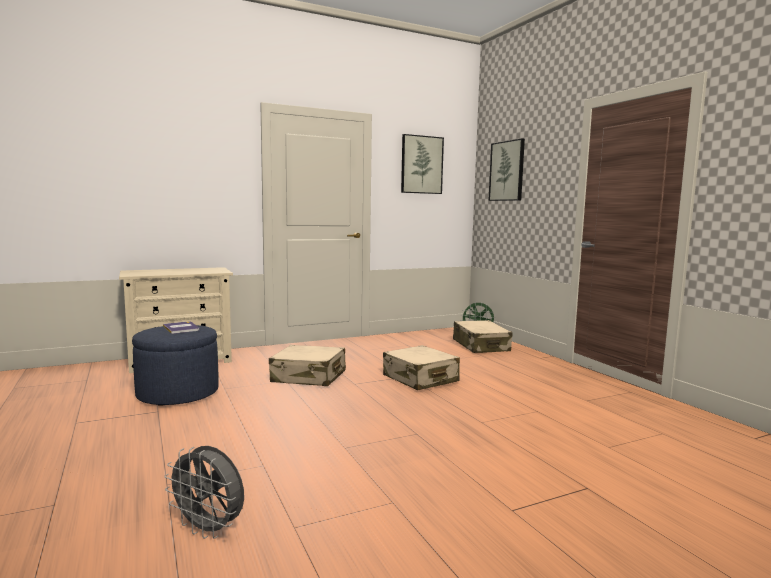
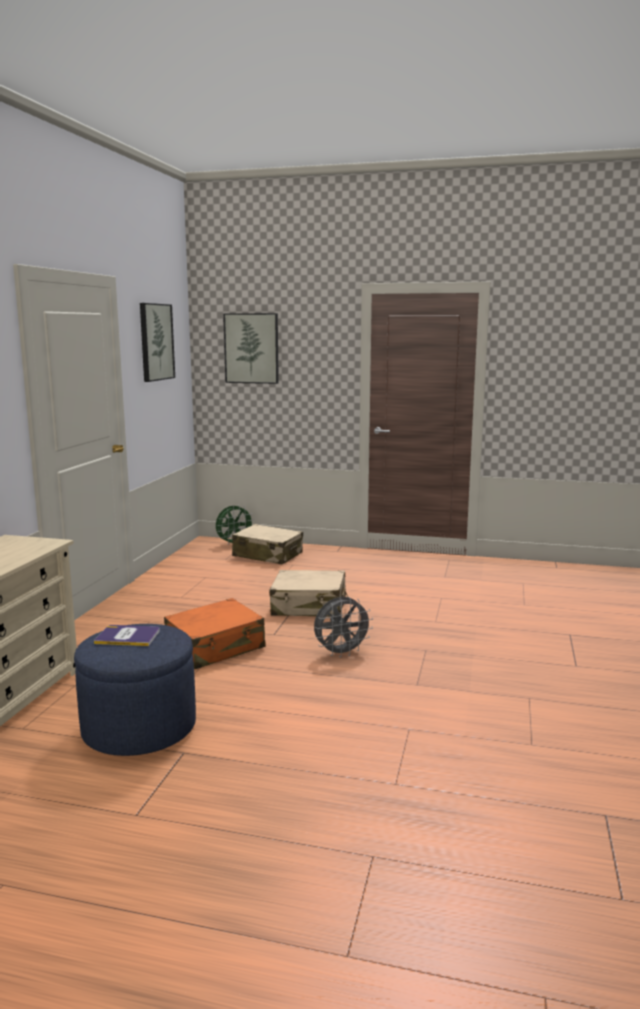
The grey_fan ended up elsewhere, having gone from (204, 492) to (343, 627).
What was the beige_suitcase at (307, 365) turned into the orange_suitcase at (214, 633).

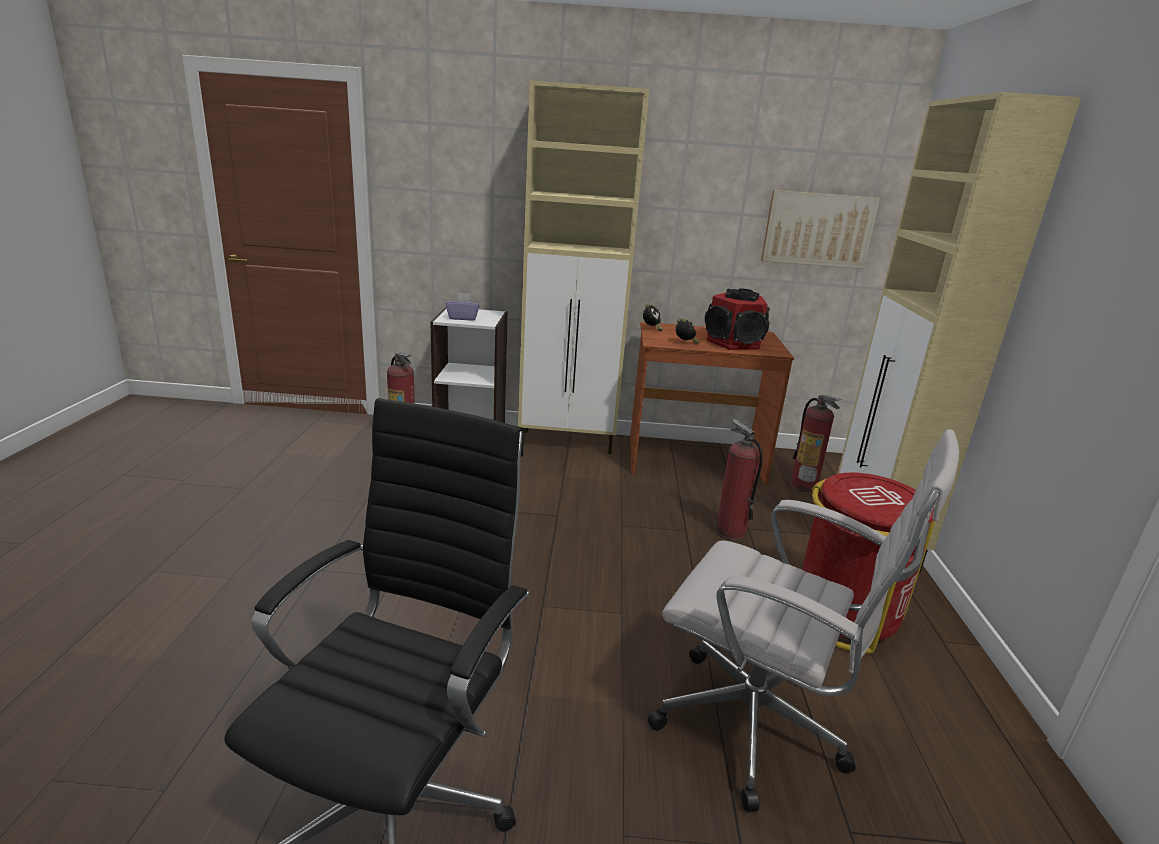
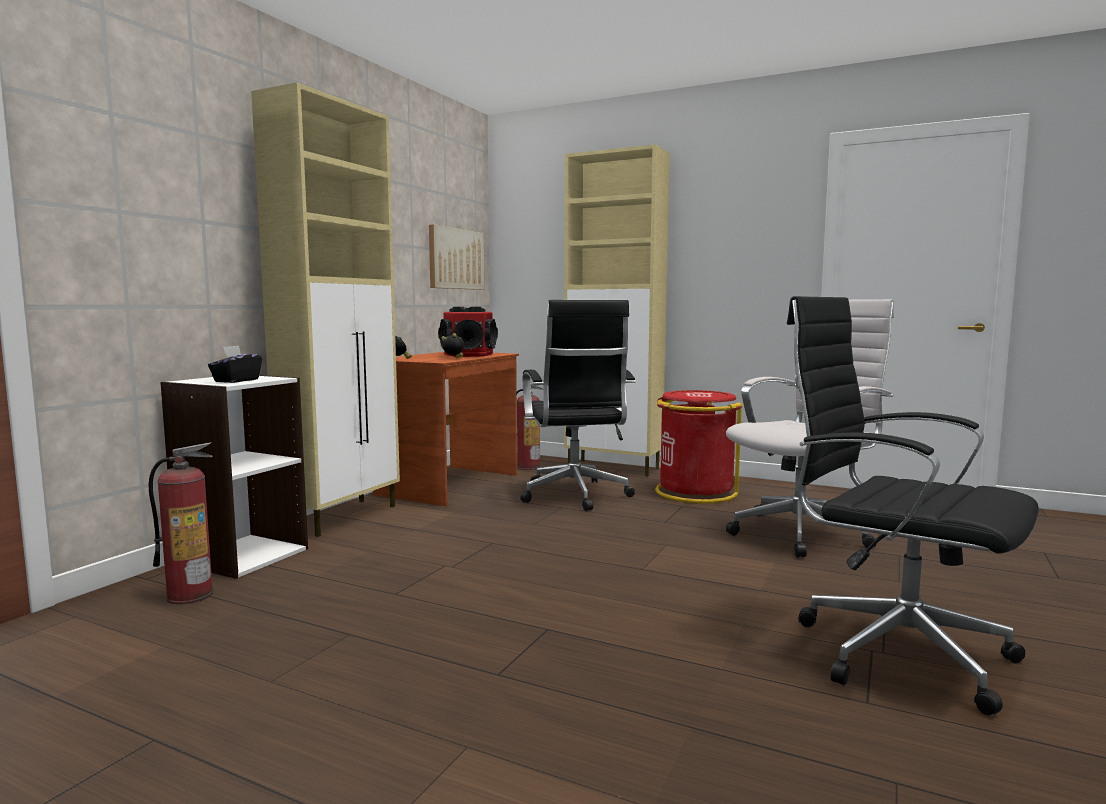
What was the purple_tissue_box at (463, 307) turned into the black_tissue_box at (235, 364).
Where the fire_extinguisher stood at (739, 480), the black_office_chair came to stand at (577, 405).

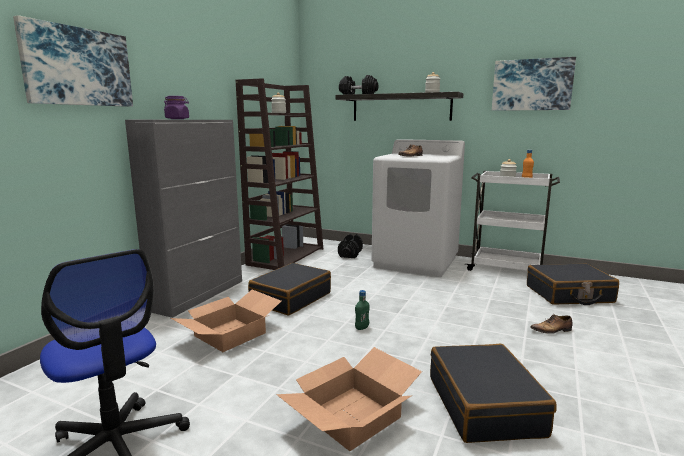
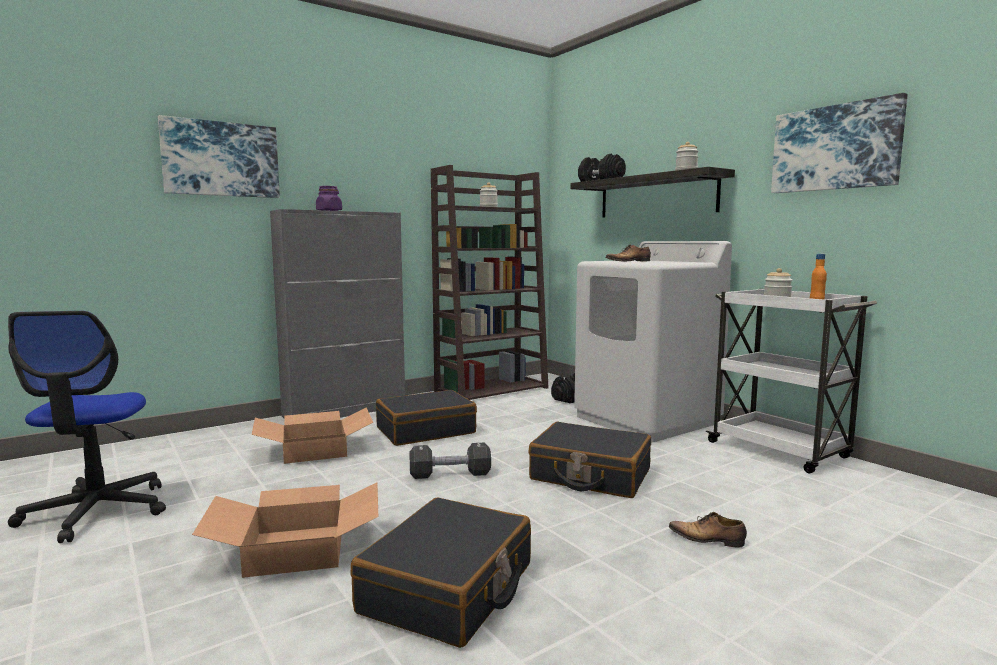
Where the green_bottle stood at (362, 310), the black_dumbbell came to stand at (450, 460).
The black_suitcase ended up elsewhere, having gone from (573, 284) to (589, 460).

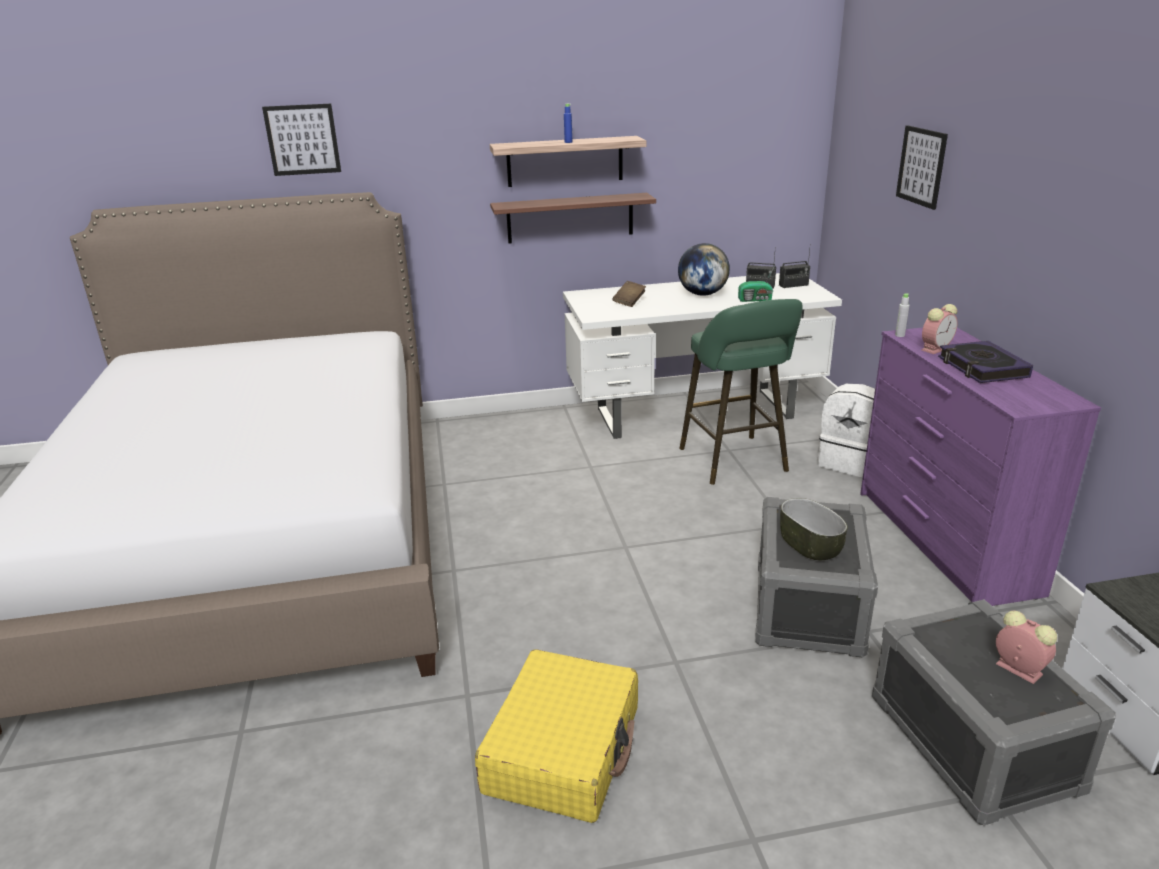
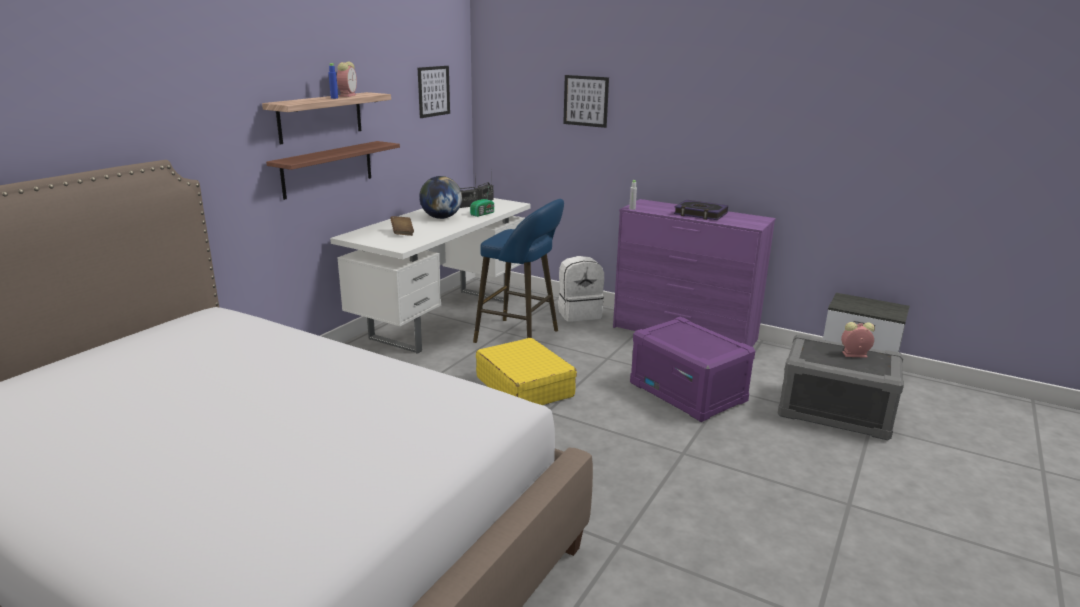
The picture ended up elsewhere, having gone from (301, 140) to (434, 92).
The yellow_suitcase ended up elsewhere, having gone from (556, 736) to (526, 371).
What was the green_stool at (741, 392) turned into the blue_stool at (518, 271).
What was the grey_storage_box at (816, 577) turned into the purple_storage_box at (692, 369).
The second view lost the bowl at (814, 529).
The alarm_clock ended up elsewhere, having gone from (939, 329) to (347, 79).

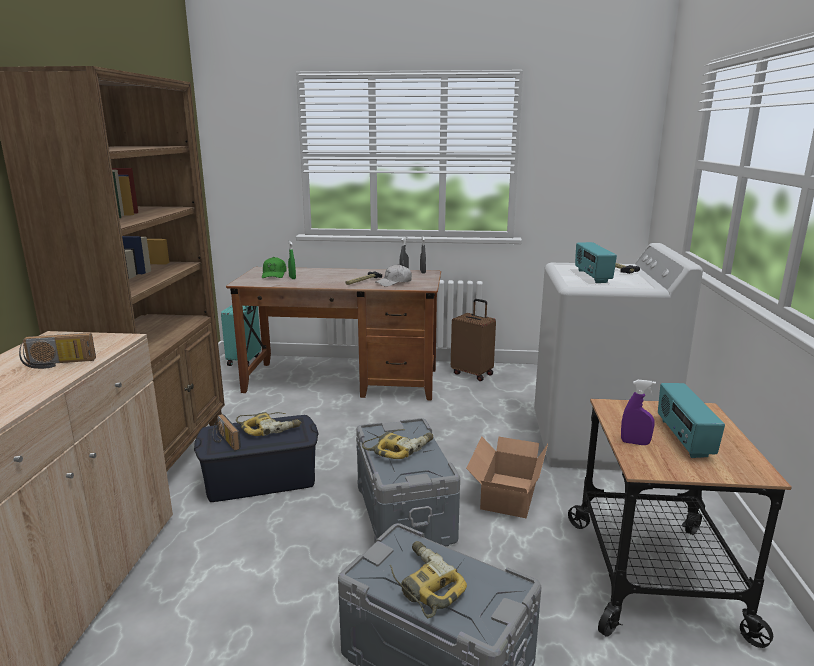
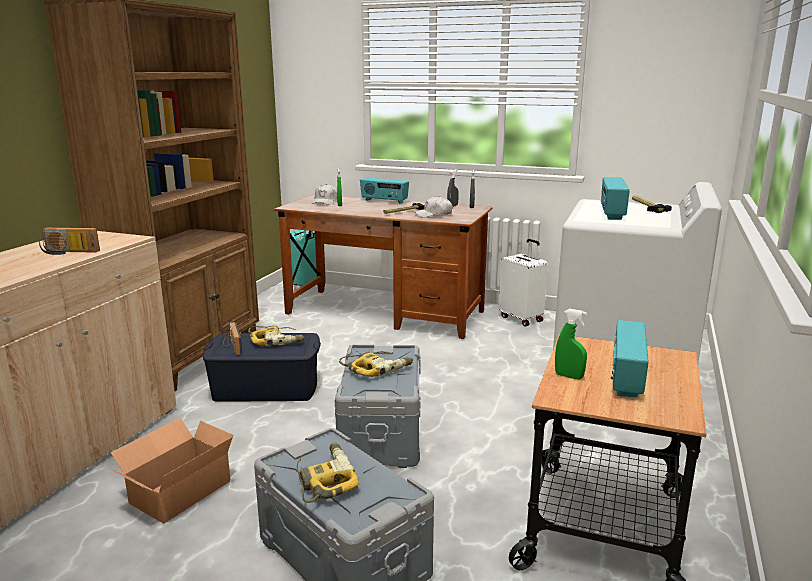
What was the green_cap at (274, 267) turned into the white_cap at (324, 194).
What was the brown_suitcase at (473, 340) turned into the white_suitcase at (523, 282).
The cardboard_box ended up elsewhere, having gone from (507, 477) to (172, 470).
What was the purple_spray_bottle at (638, 412) turned into the green_spray_bottle at (571, 344).
The second view gained the radio at (384, 191).

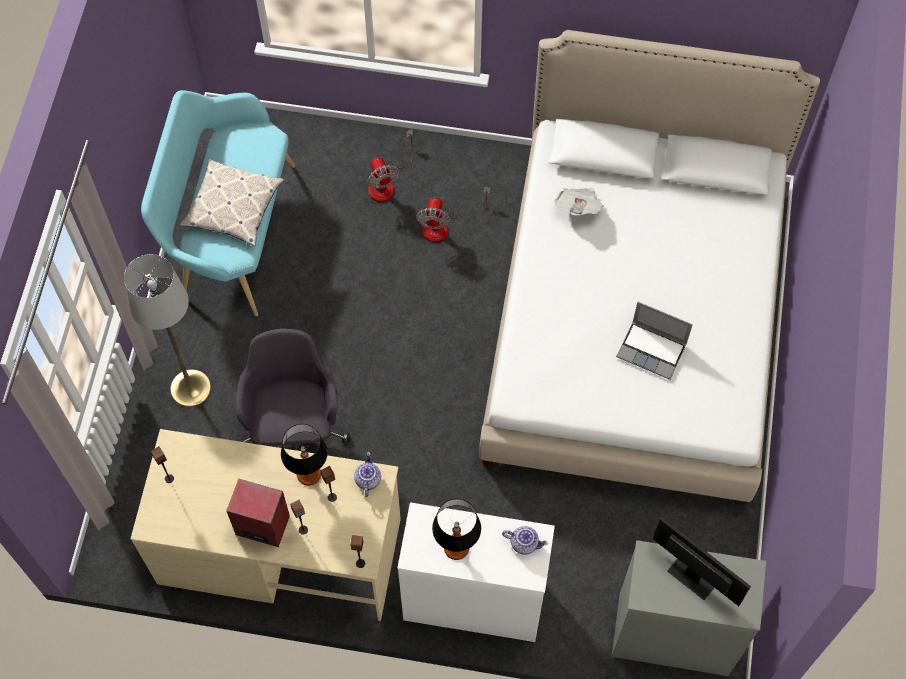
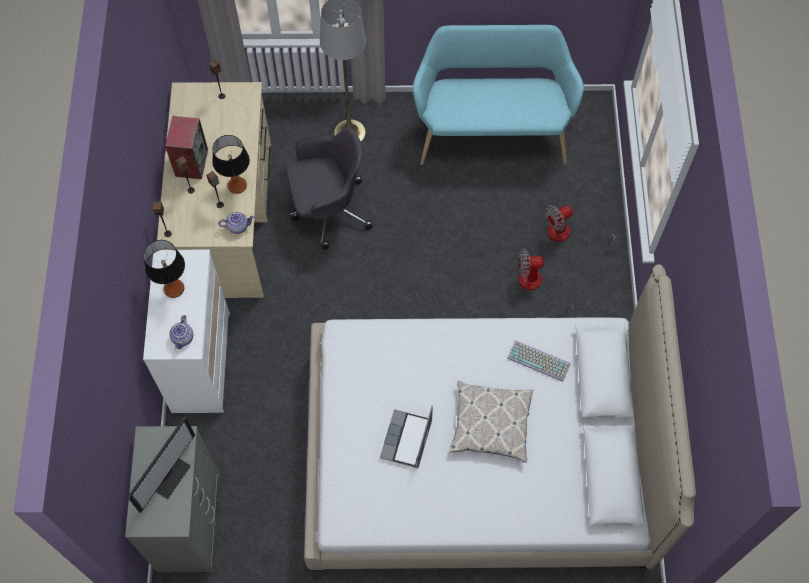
The pillow ended up elsewhere, having gone from (232, 202) to (491, 422).
Where the newspaper stood at (579, 201), the keyboard came to stand at (539, 361).

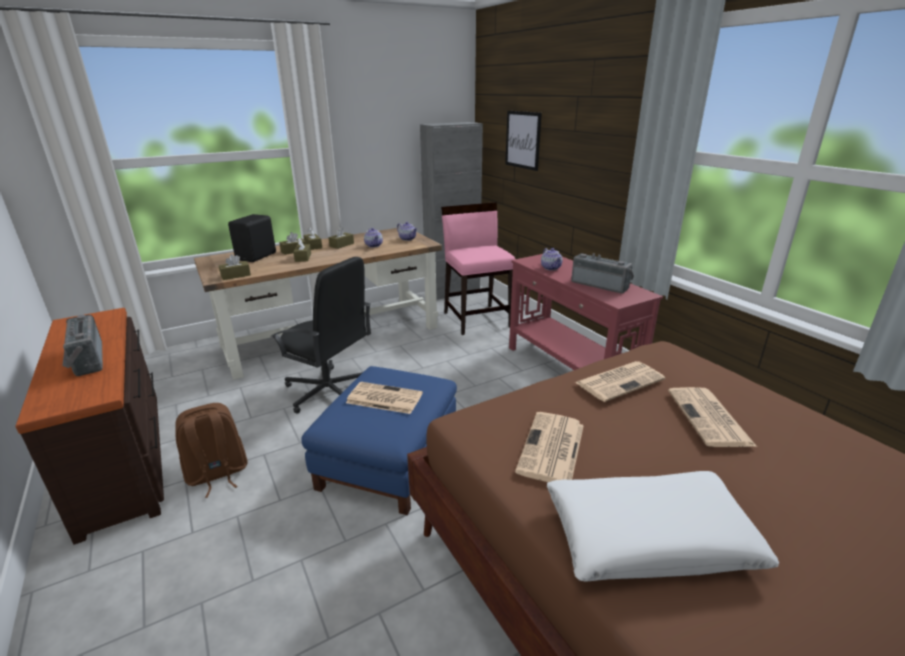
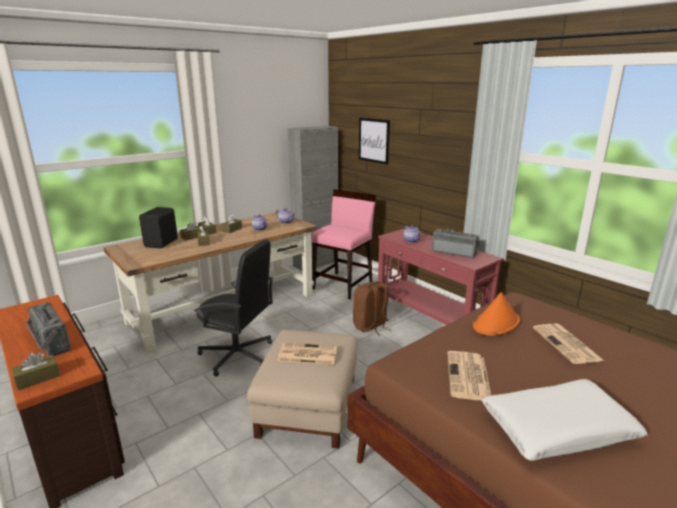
The brown_backpack ended up elsewhere, having gone from (212, 450) to (372, 308).
The brown_tissue_box ended up elsewhere, having gone from (235, 267) to (36, 371).
What was the blue_ottoman at (379, 440) turned into the beige_ottoman at (302, 389).
The pink_chair at (478, 268) ended up facing another way, 60 degrees clockwise from before.
Where the newspaper stood at (620, 381), the orange_hat came to stand at (496, 313).

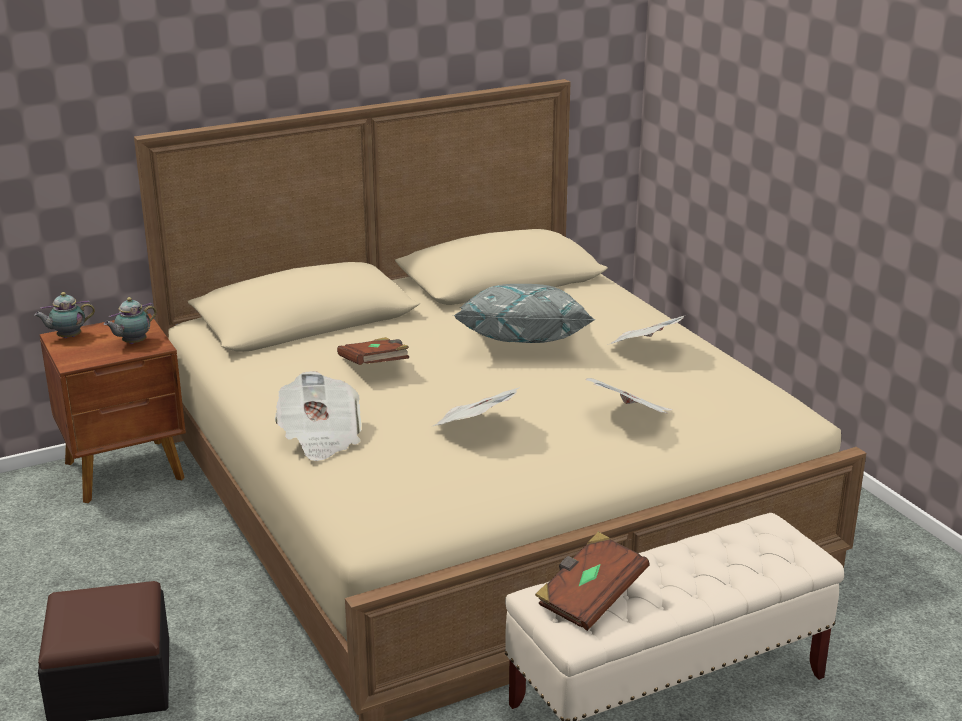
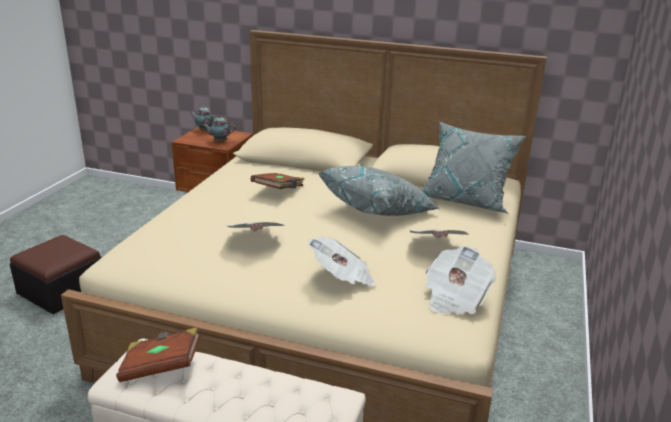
The newspaper ended up elsewhere, having gone from (317, 416) to (460, 280).
The second view gained the grey_pillow at (474, 167).

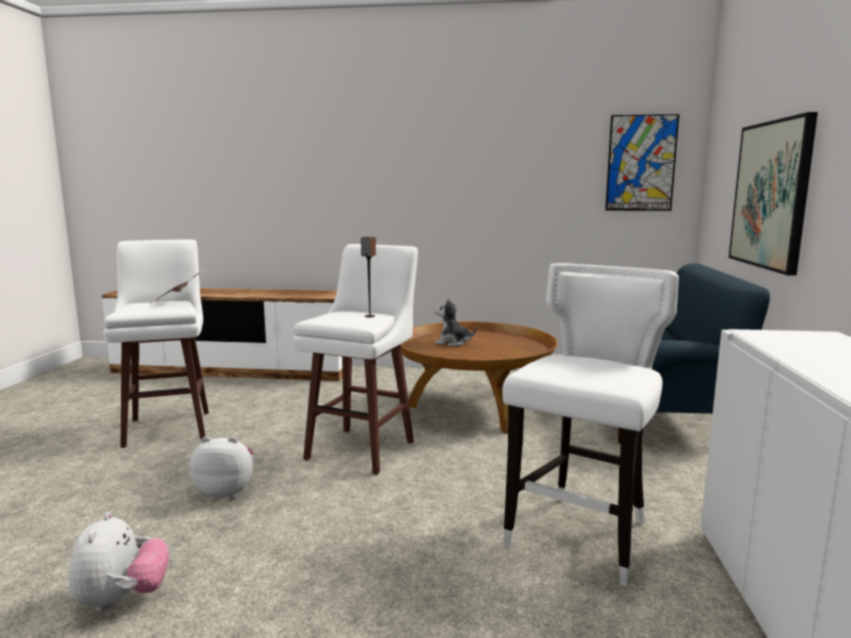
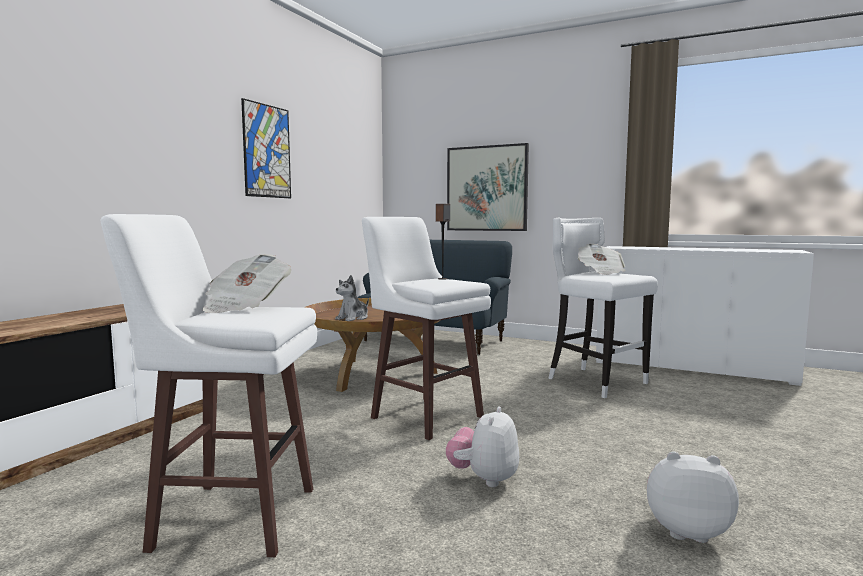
The picture ended up elsewhere, having gone from (642, 162) to (266, 148).
The second view gained the newspaper at (602, 259).

